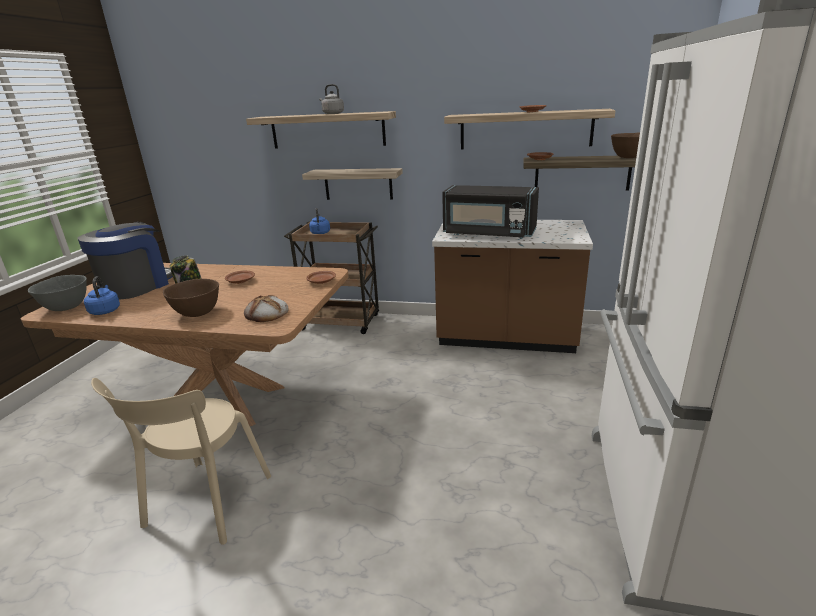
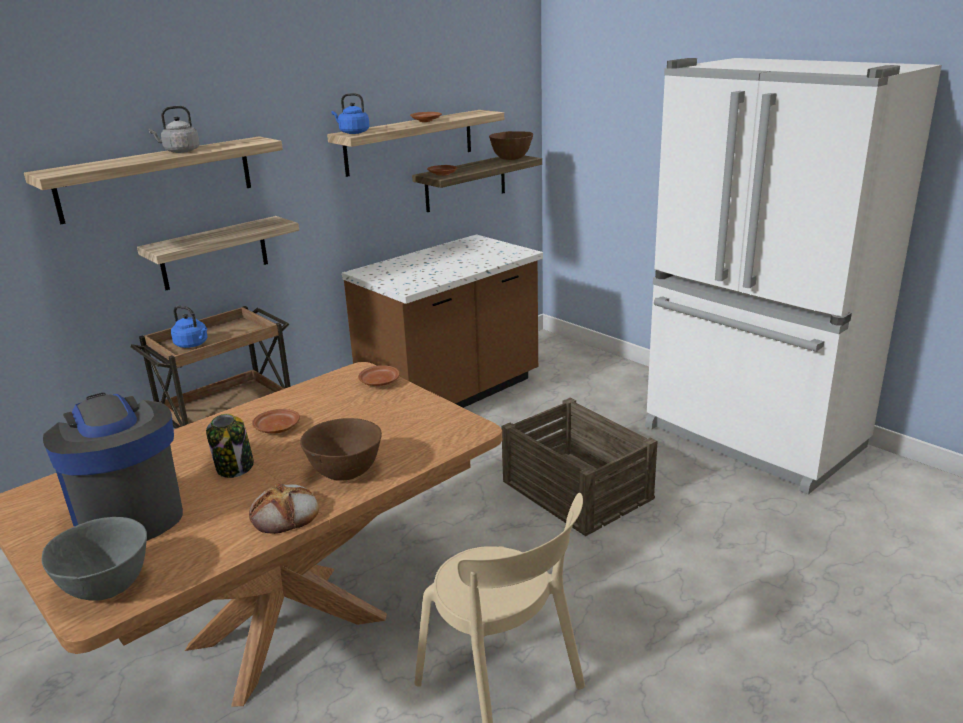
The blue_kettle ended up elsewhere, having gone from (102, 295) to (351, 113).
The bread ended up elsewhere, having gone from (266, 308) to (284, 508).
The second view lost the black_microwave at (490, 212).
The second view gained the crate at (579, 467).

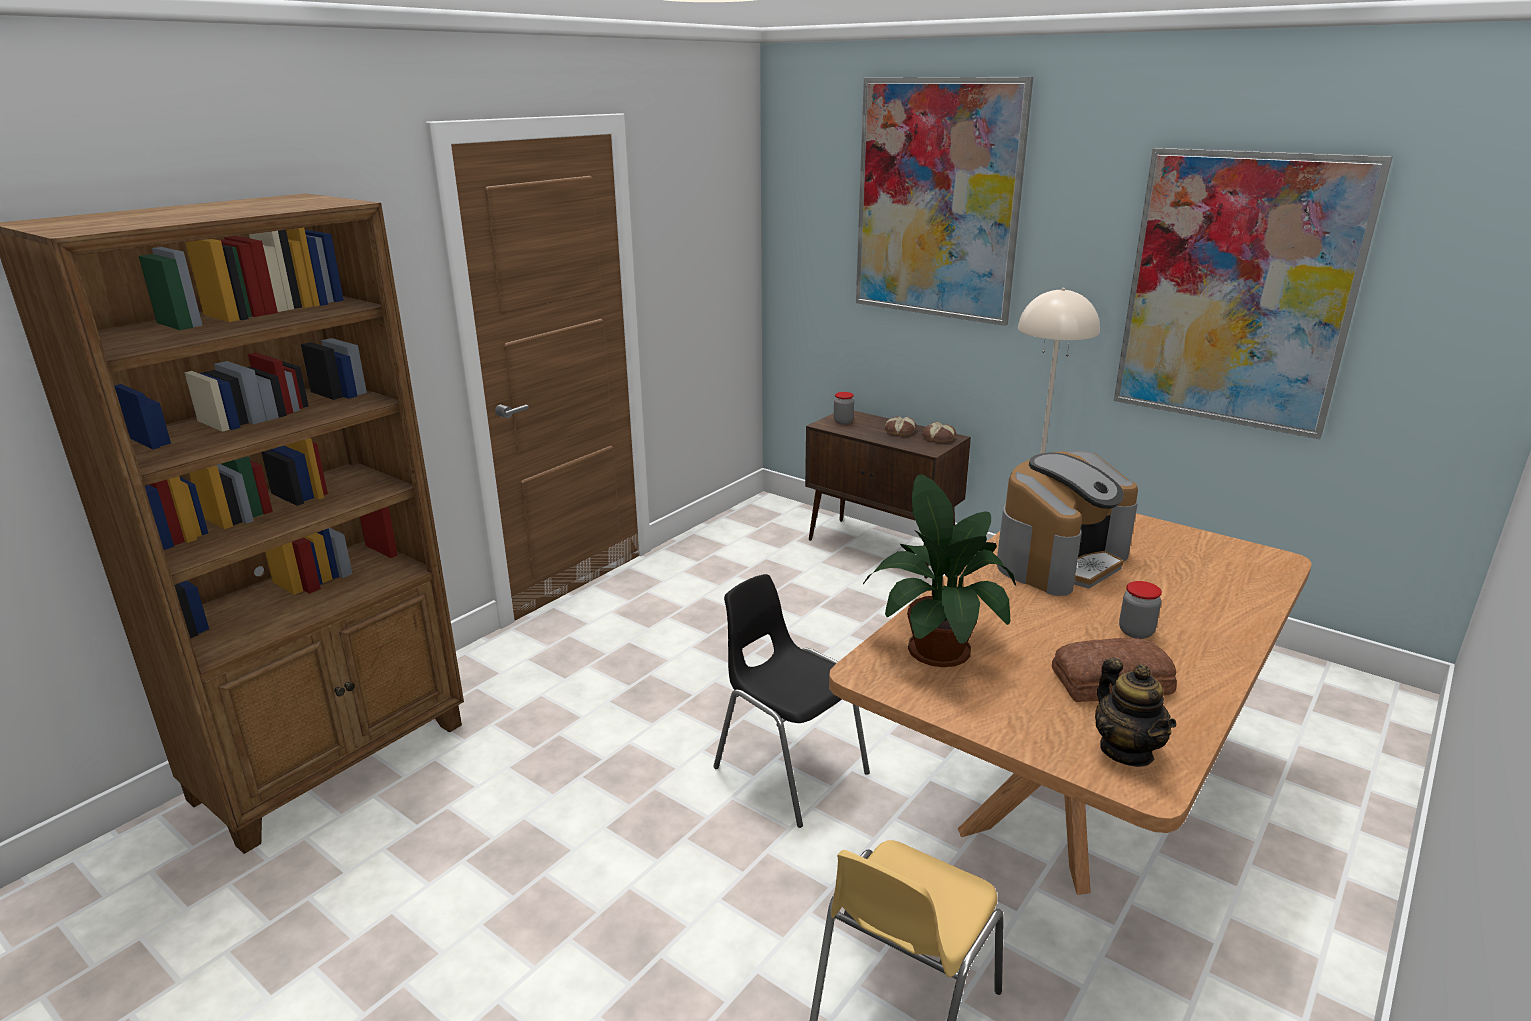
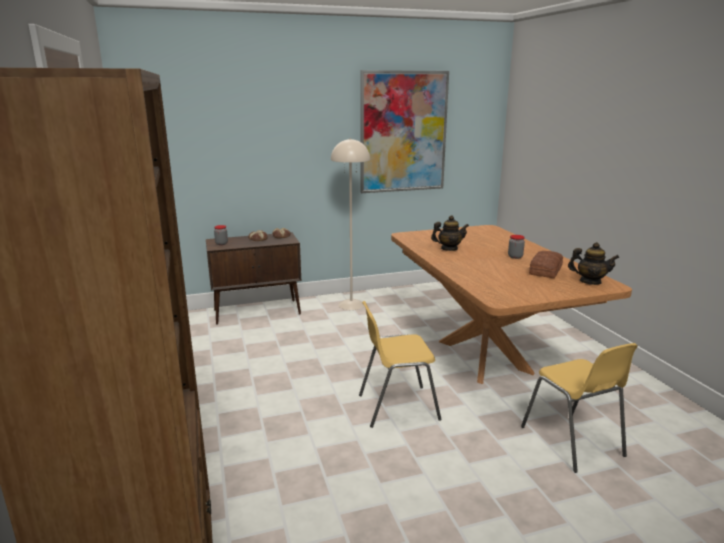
What was the black_chair at (791, 701) turned into the yellow_chair at (400, 364).
The second view lost the picture at (944, 201).
The second view lost the potted_plant at (939, 570).
Where the coffee_machine stood at (1067, 523), the teapot came to stand at (450, 233).

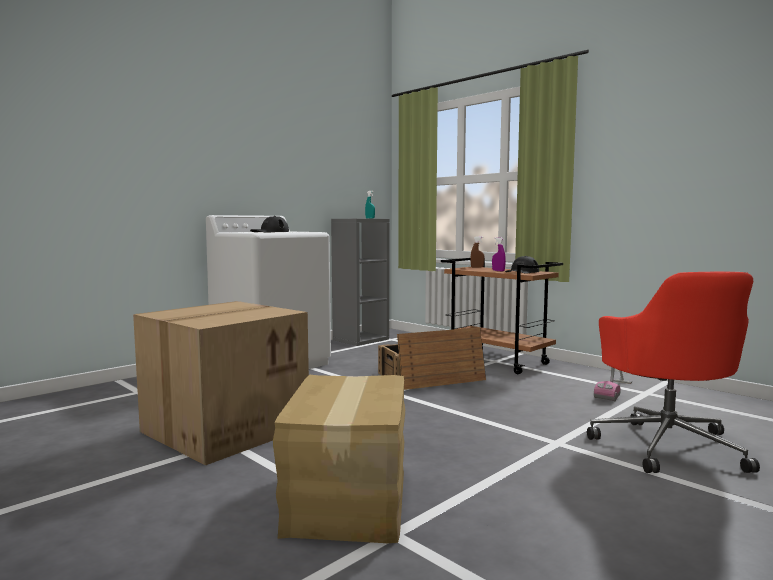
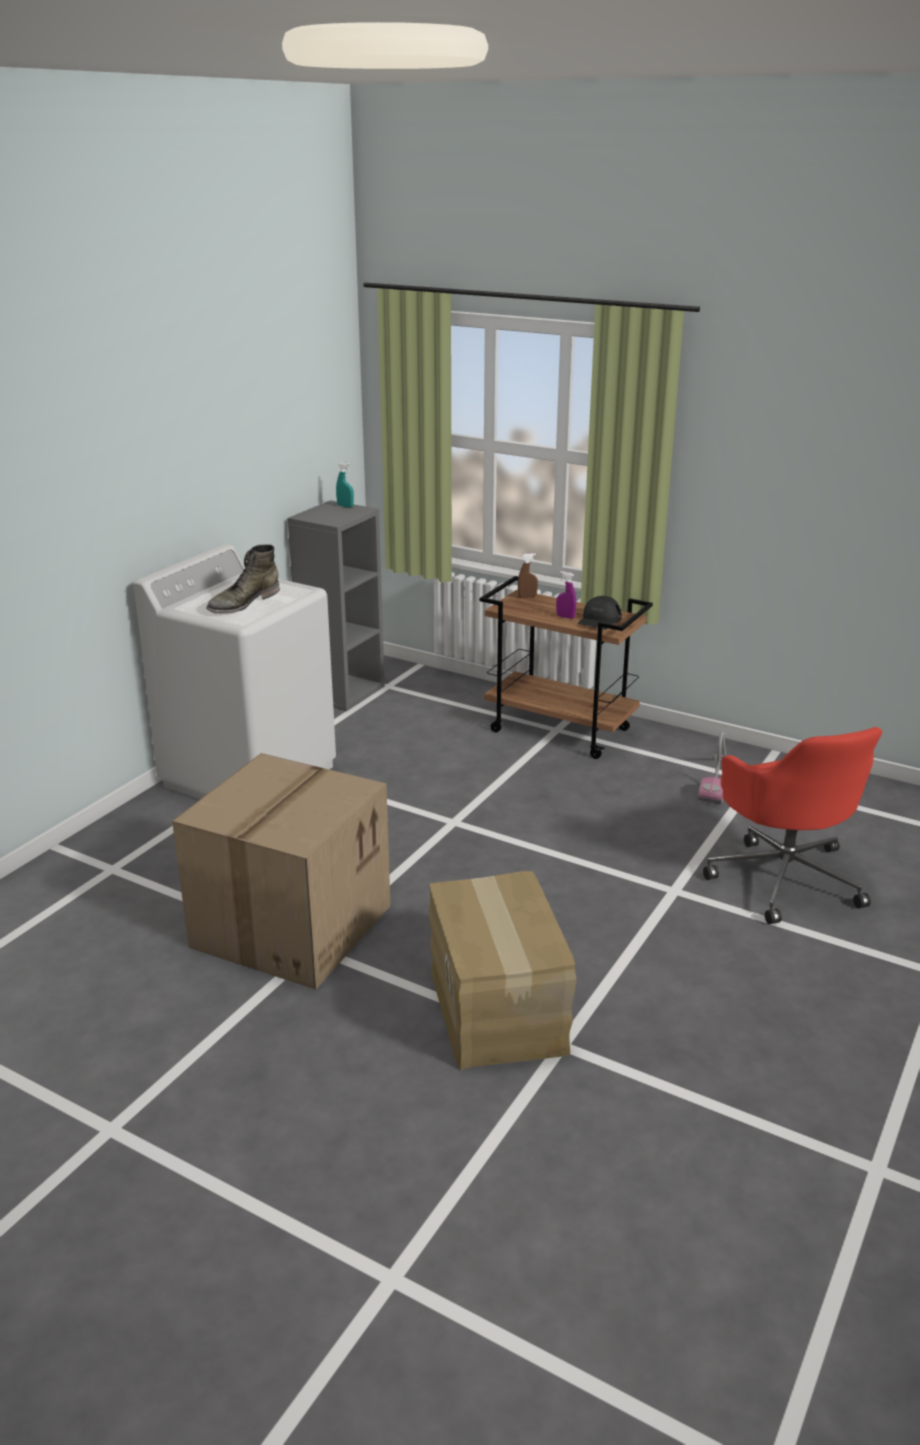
Where the black_cap stood at (269, 224), the green_boot came to stand at (243, 579).
The second view lost the crate at (432, 358).

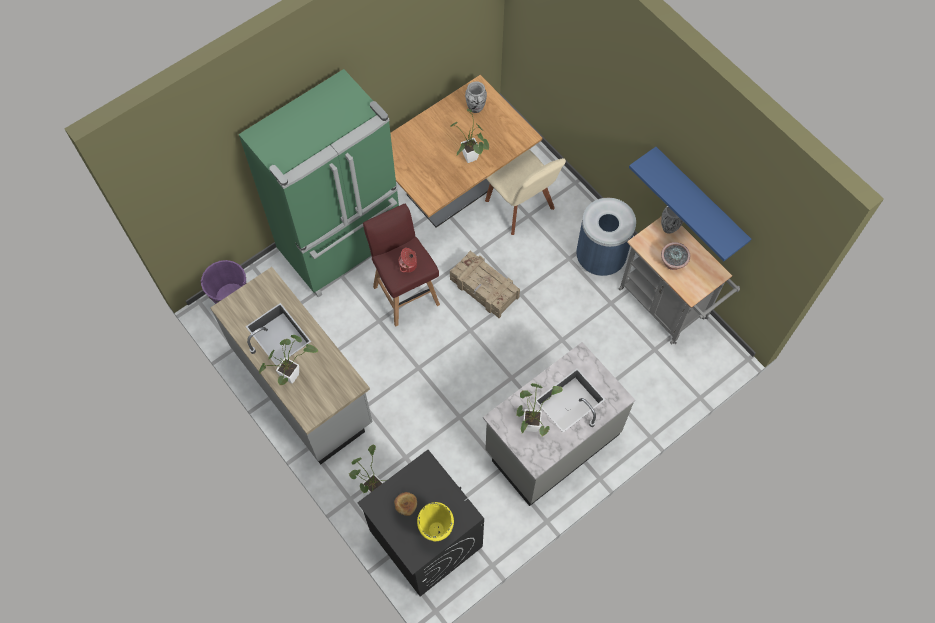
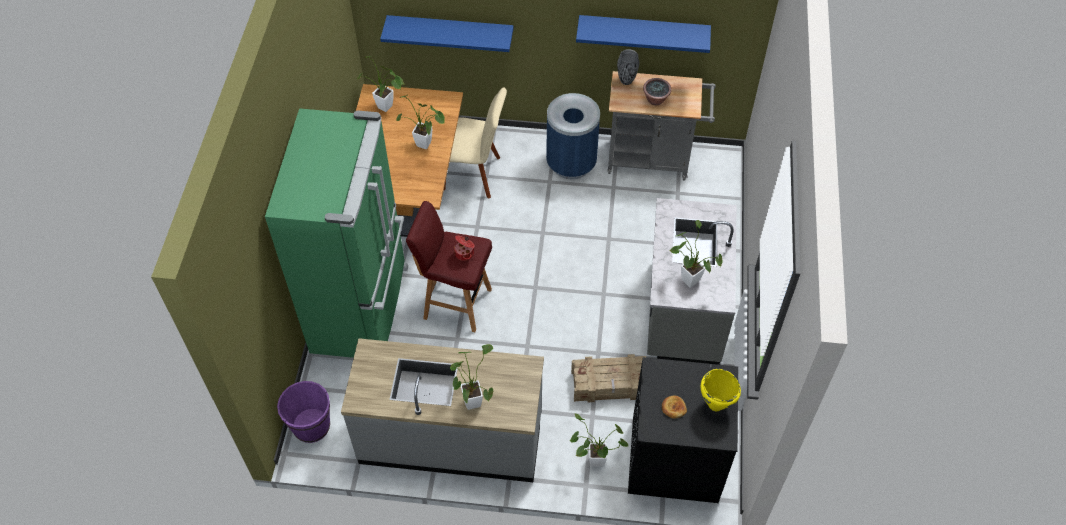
The crate ended up elsewhere, having gone from (485, 284) to (608, 378).
Where the vase stood at (476, 97), the potted_plant came to stand at (380, 84).
The second view gained the blue_shelf at (447, 33).

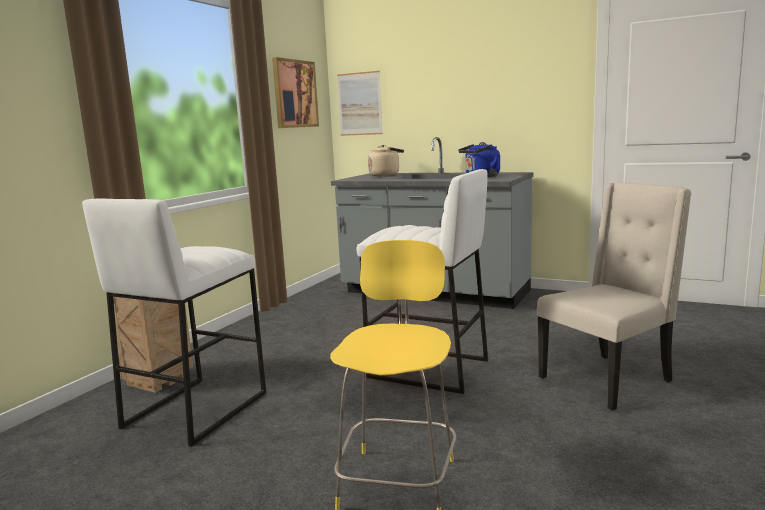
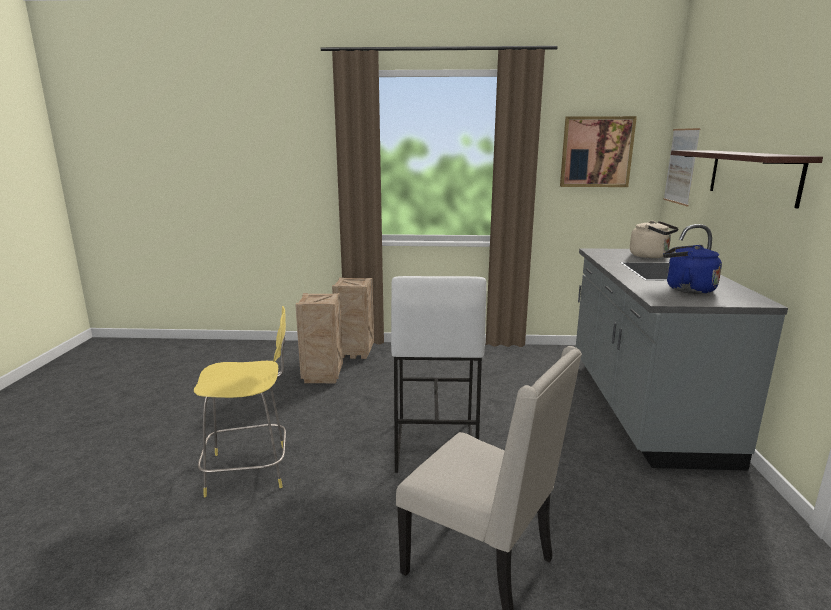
Where the white_stool stood at (174, 323), the crate came to stand at (319, 338).
The second view gained the shelf at (747, 179).

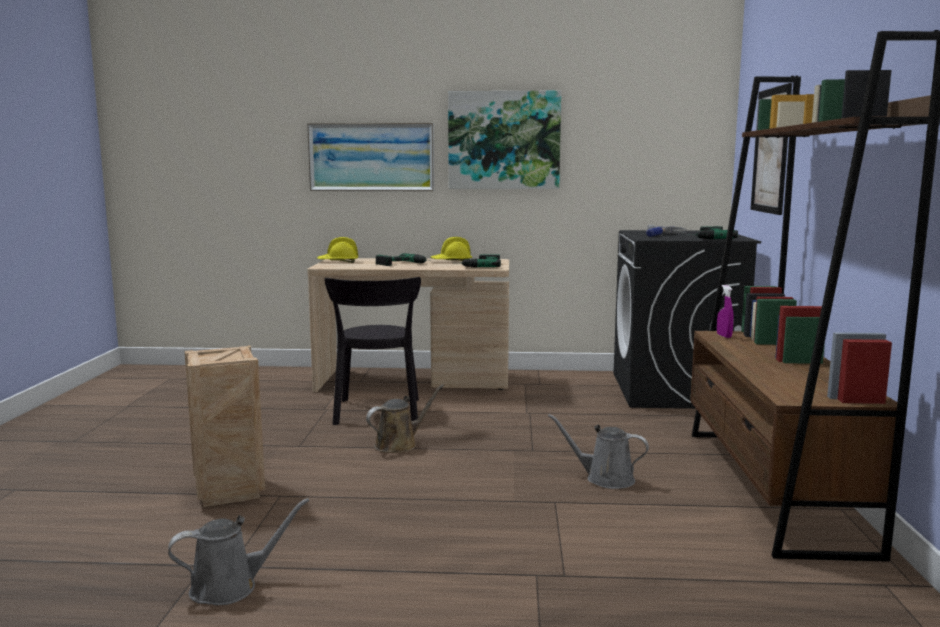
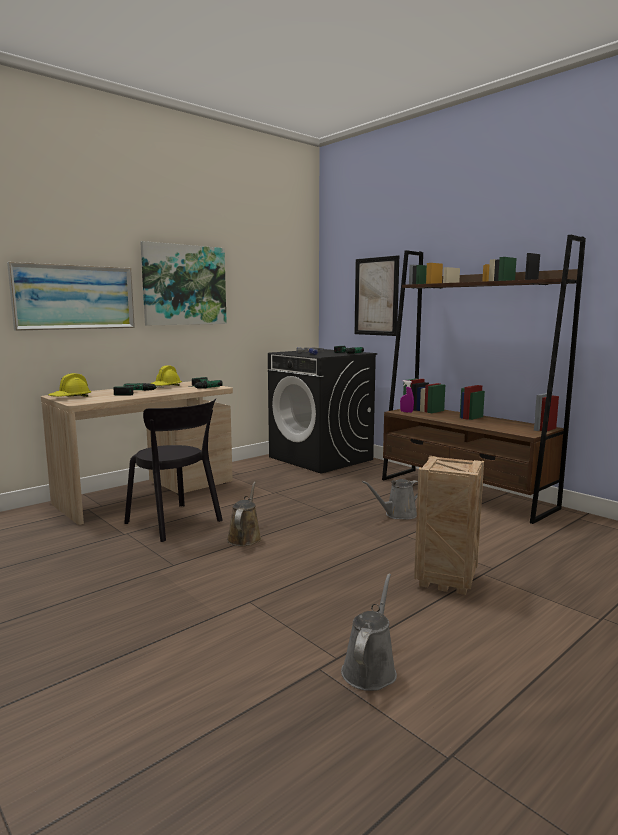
The crate ended up elsewhere, having gone from (225, 426) to (449, 525).

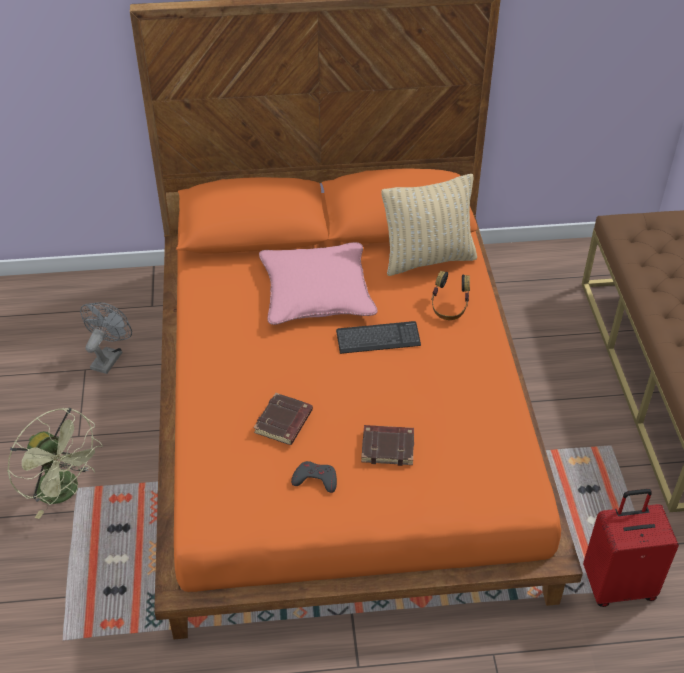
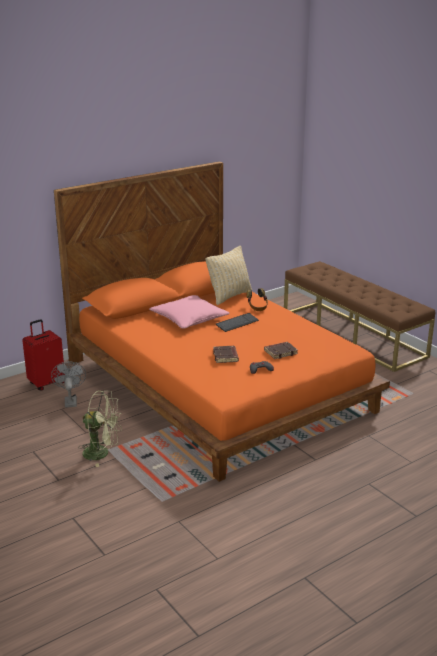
The red_suitcase ended up elsewhere, having gone from (631, 548) to (43, 355).

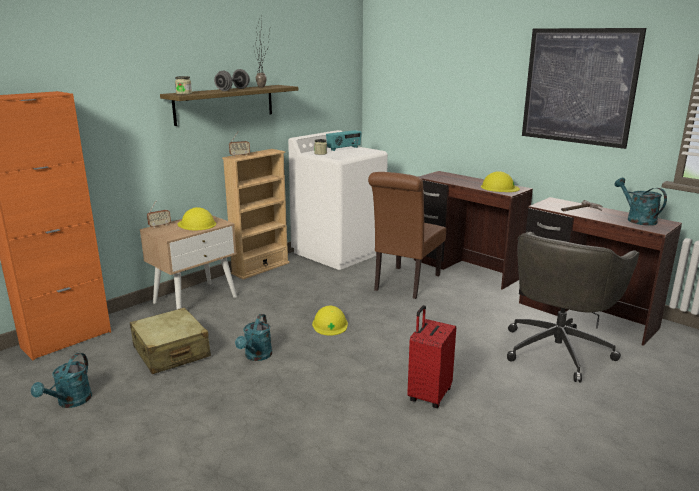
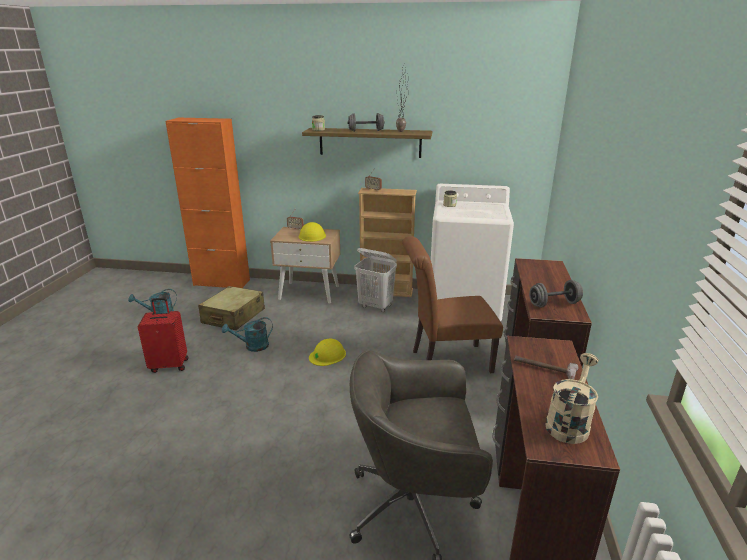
The second view lost the radio at (344, 140).
The red_suitcase ended up elsewhere, having gone from (431, 356) to (163, 335).
Where the yellow_hard_hat stood at (500, 181), the grey_dumbbell came to stand at (556, 294).
The second view lost the picture at (584, 88).
What was the turquoise_watering_can at (640, 202) turned into the beige_watering_can at (572, 398).
The second view gained the white_laundry_basket at (375, 280).

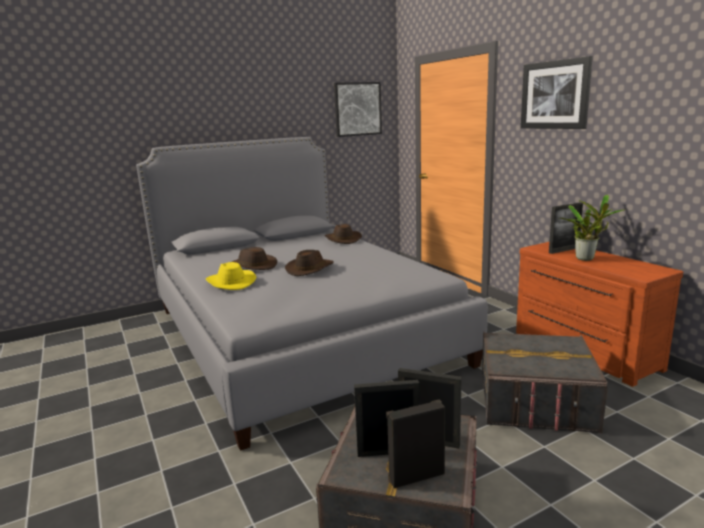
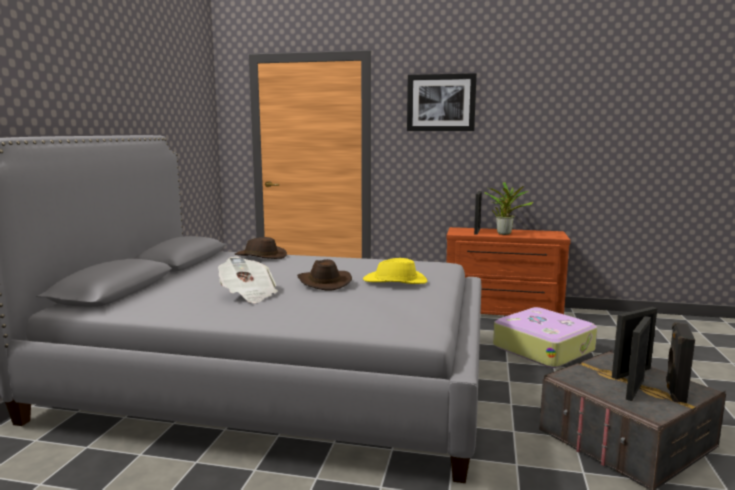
The yellow_hat ended up elsewhere, having gone from (231, 276) to (395, 271).
Where the brown_hat stood at (254, 258), the newspaper came to stand at (248, 280).
The second view lost the picture at (358, 109).
Where the grey_storage_box stood at (545, 383), the suitcase came to stand at (545, 337).

